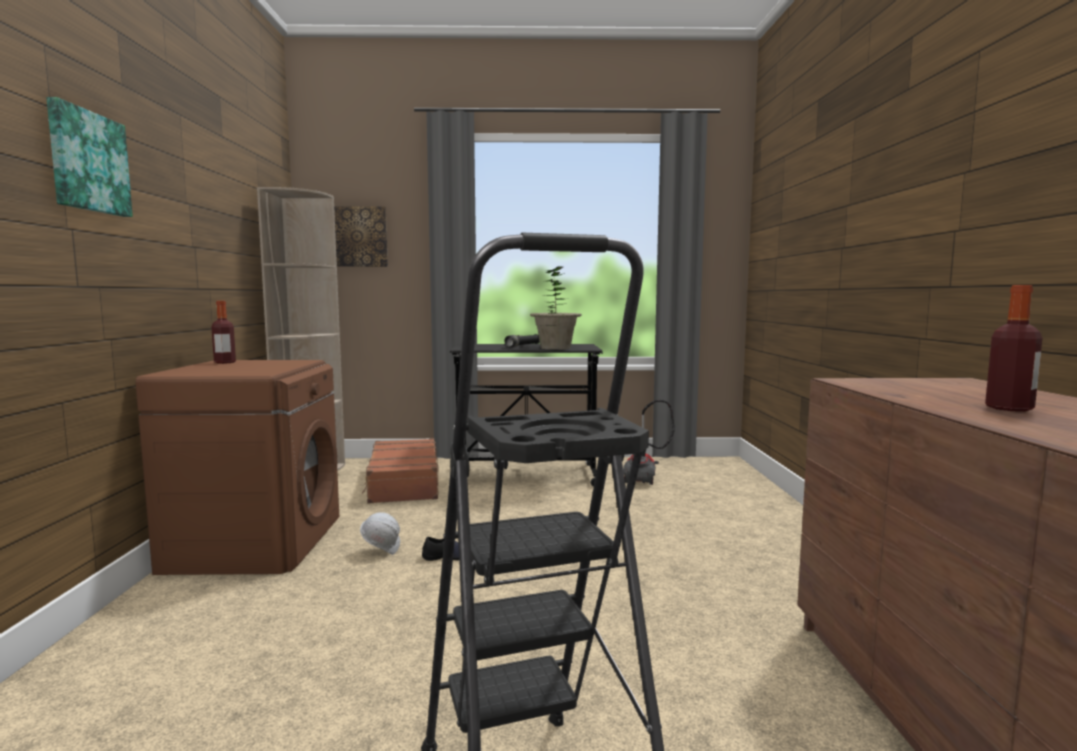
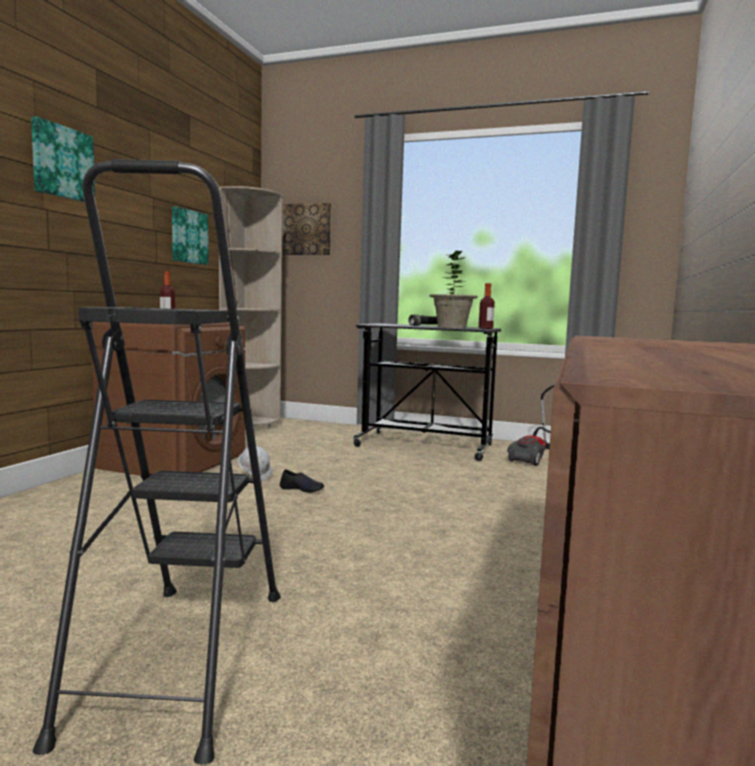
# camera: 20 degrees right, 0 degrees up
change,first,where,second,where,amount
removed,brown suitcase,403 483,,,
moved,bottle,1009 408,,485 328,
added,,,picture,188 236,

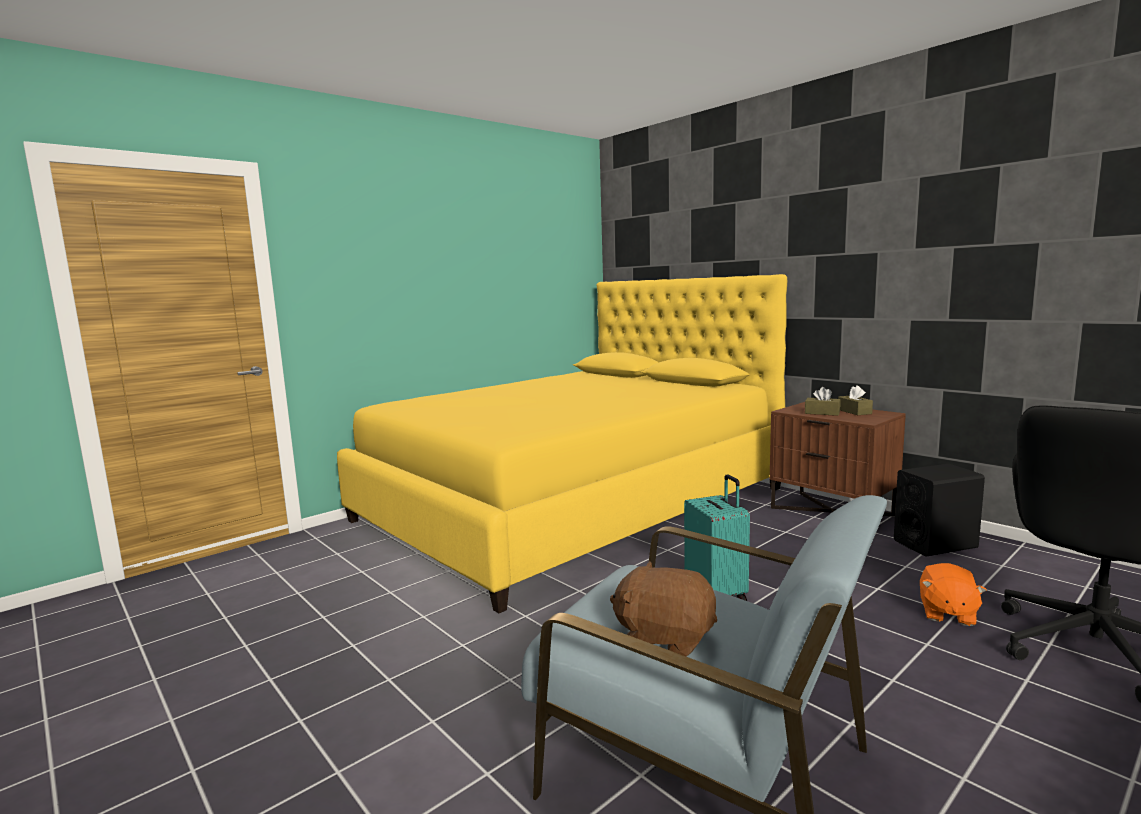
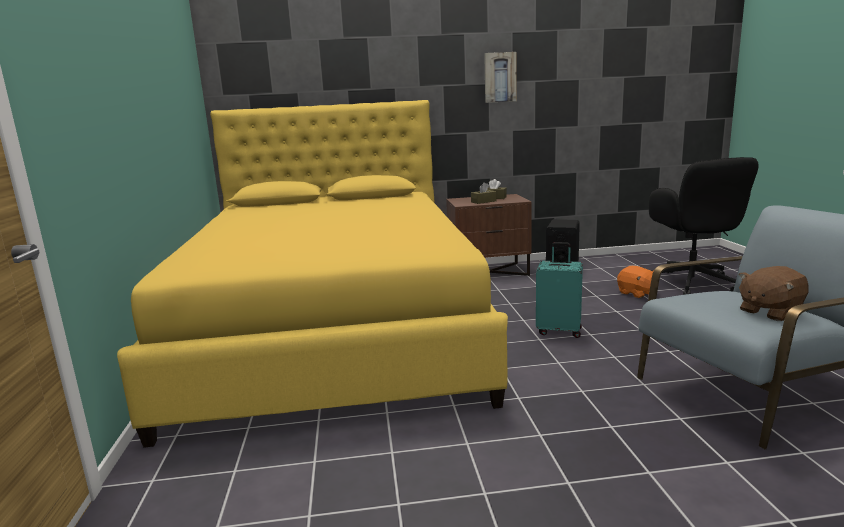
# camera: 55 degrees left, 5 degrees up
change,first,where,second,where,amount
added,,,picture,500 77,

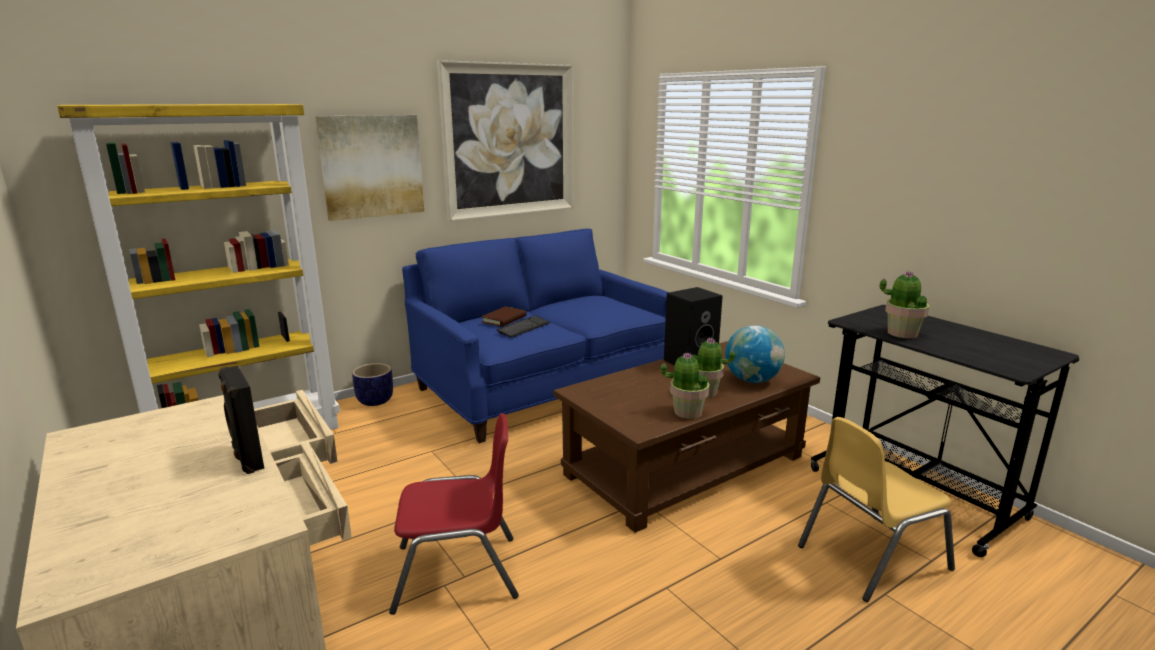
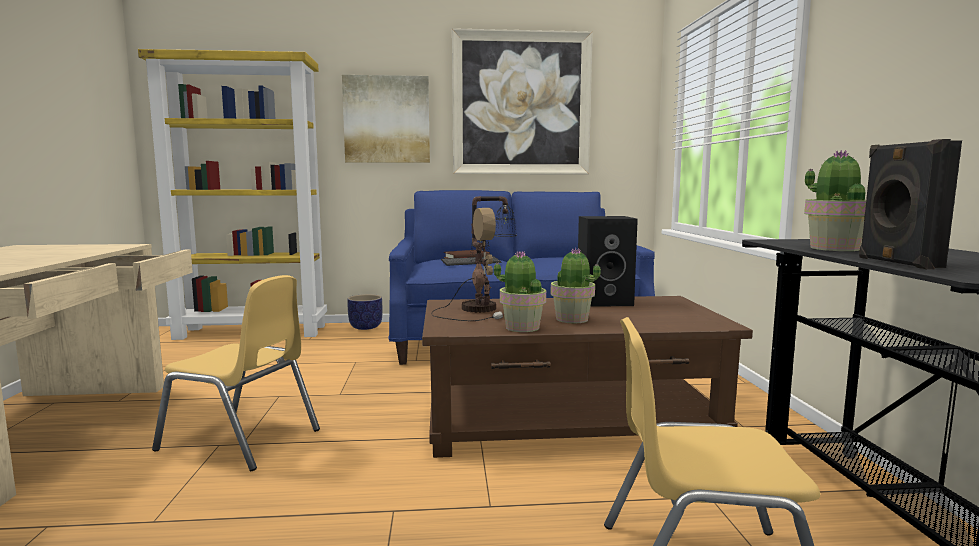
# camera: 30 degrees right, 10 degrees down
change,first,where,second,where,amount
moved,black speaker,246 458,,896 263,
recoloured,red chair,457 573,yellow chair,241 440,
removed,globe,752 380,,,
added,,,table lamp,480 308,

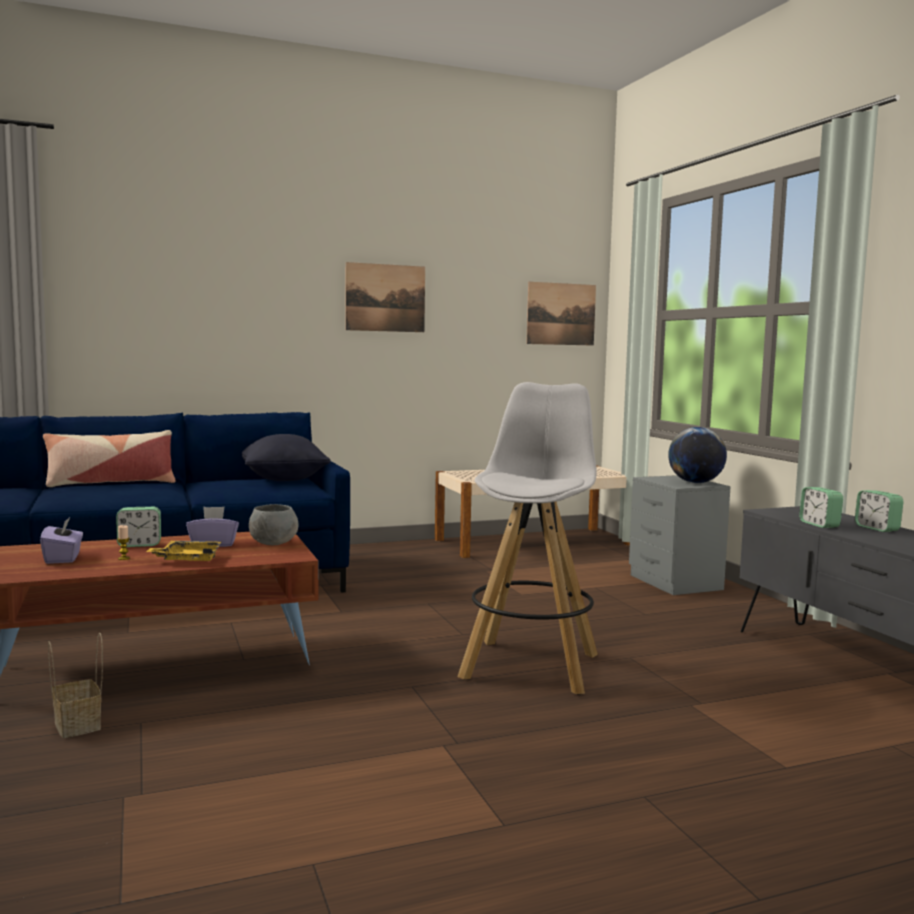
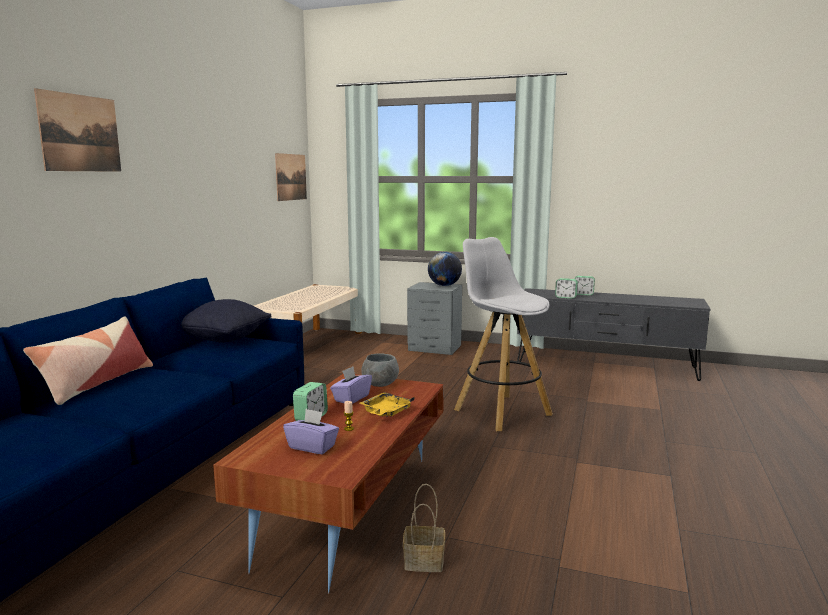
# camera: 50 degrees left, 5 degrees up
change,first,where,second,where,amount
moved,picture,385 298,,80 133,

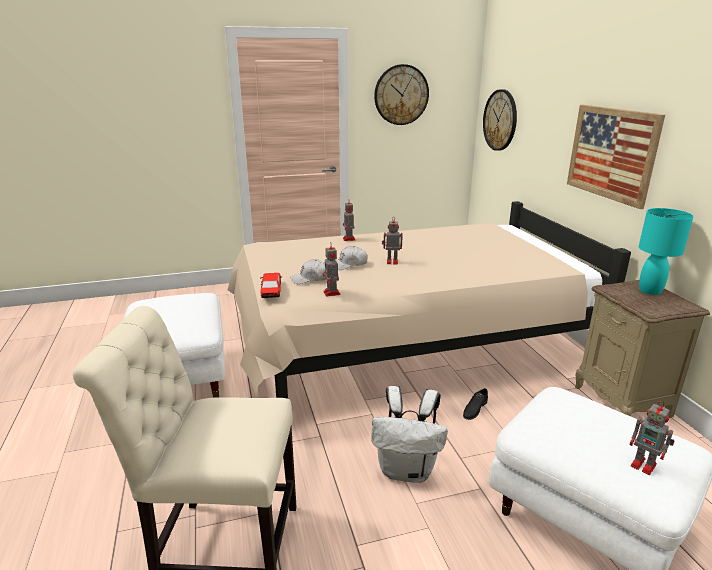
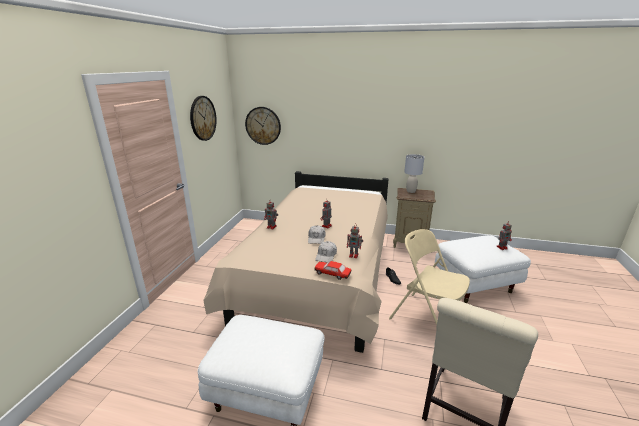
# camera: 60 degrees left, 0 degrees up
change,first,where,second,where,amount
replaced,white backpack,407 470,beige chair,427 318,
removed,picture,611 153,,,
recoloured,turquoise table lamp,650 291,grey table lamp,411 191,

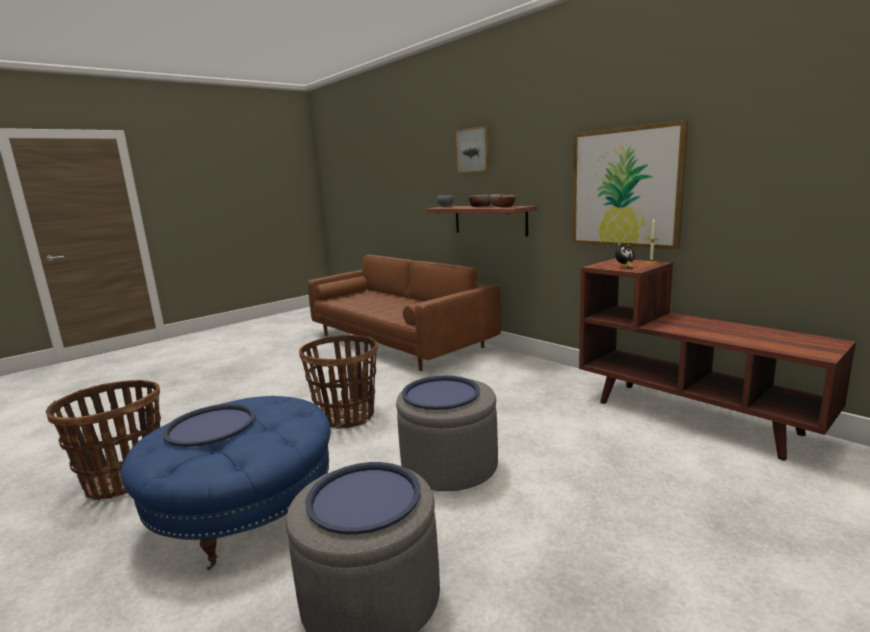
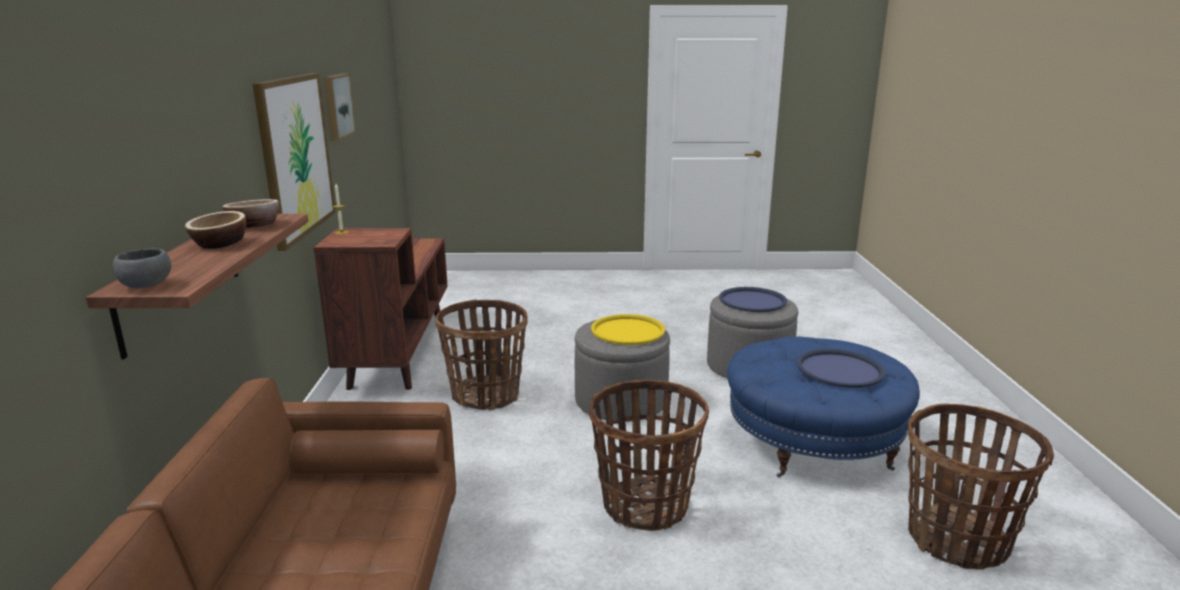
# camera: 140 degrees left, 5 degrees up
change,first,where,second,where,amount
recoloured,blue tray,441 393,yellow tray,628 331,
moved,picture,474 150,,336 106,
removed,alarm clock,624 267,,,
added,,,basket,486 395,

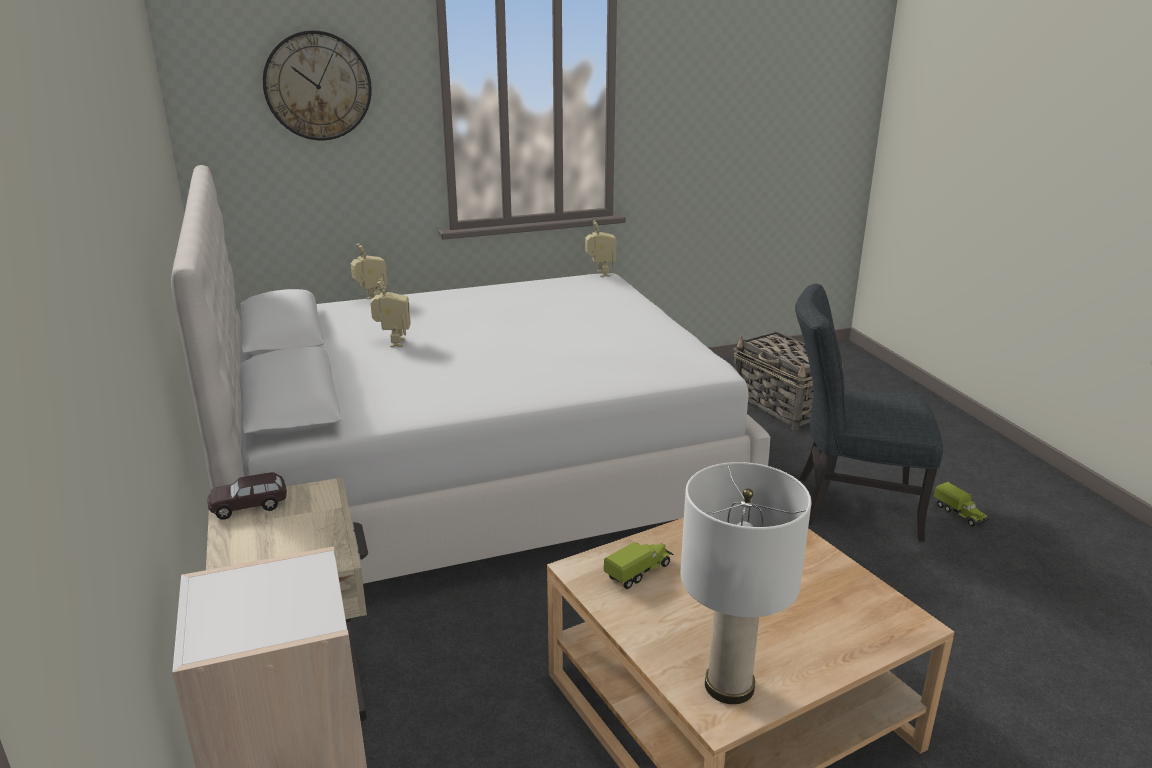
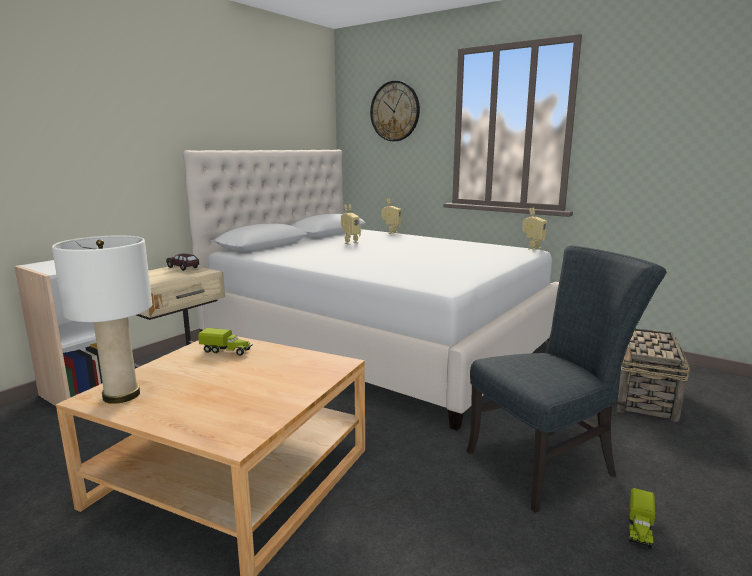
# camera: 55 degrees right, 10 degrees down
change,first,where,second,where,amount
turned,grey chair,848 505,,548 462,90 degrees clockwise

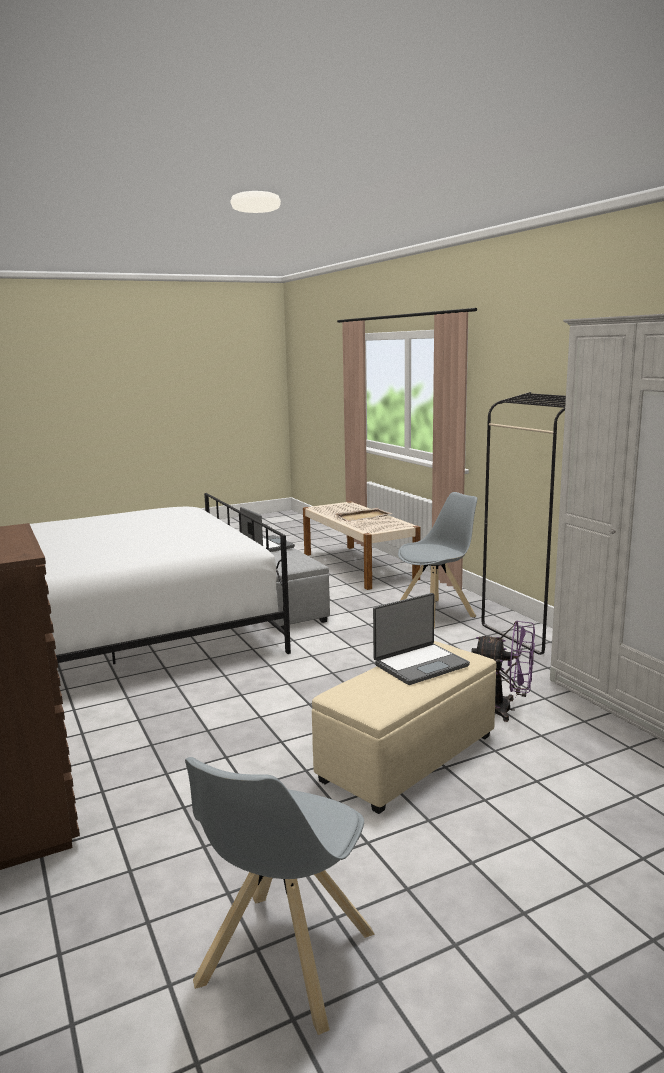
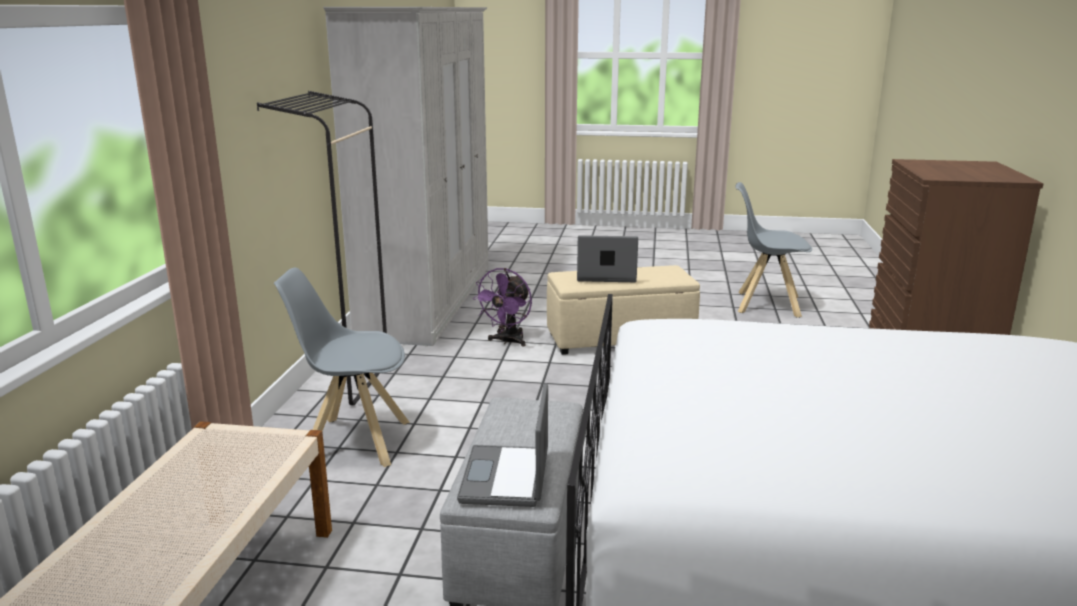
# camera: 145 degrees left, 5 degrees up
change,first,where,second,where,amount
turned,grey chair,283 961,,765 304,135 degrees counterclockwise
removed,beige tray,363 516,,,
turned,purple fan,504 709,,507 341,120 degrees counterclockwise

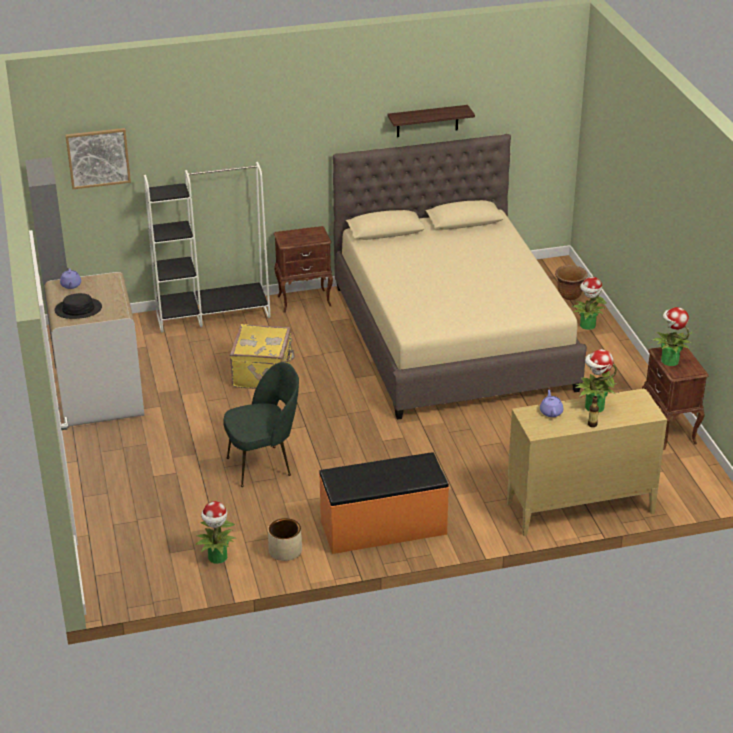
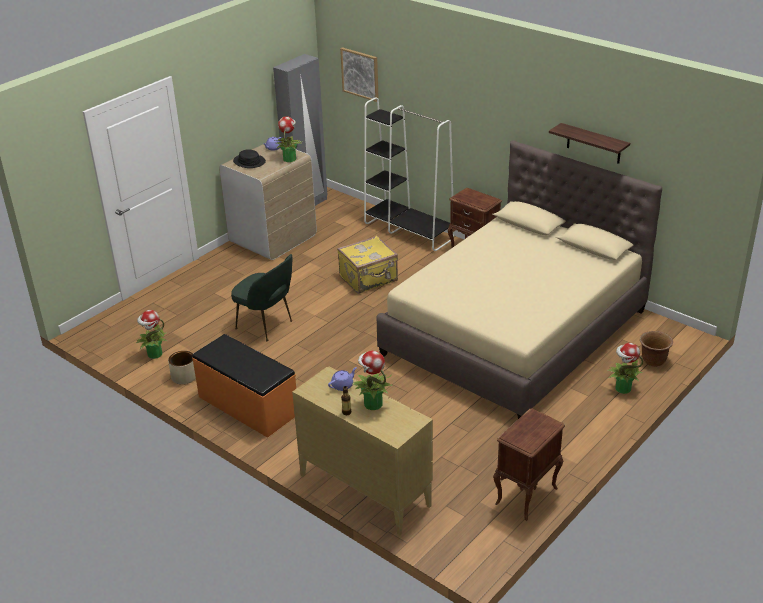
# camera: 55 degrees right, 0 degrees up
change,first,where,second,where,amount
moved,potted plant,669 360,,289 159,

